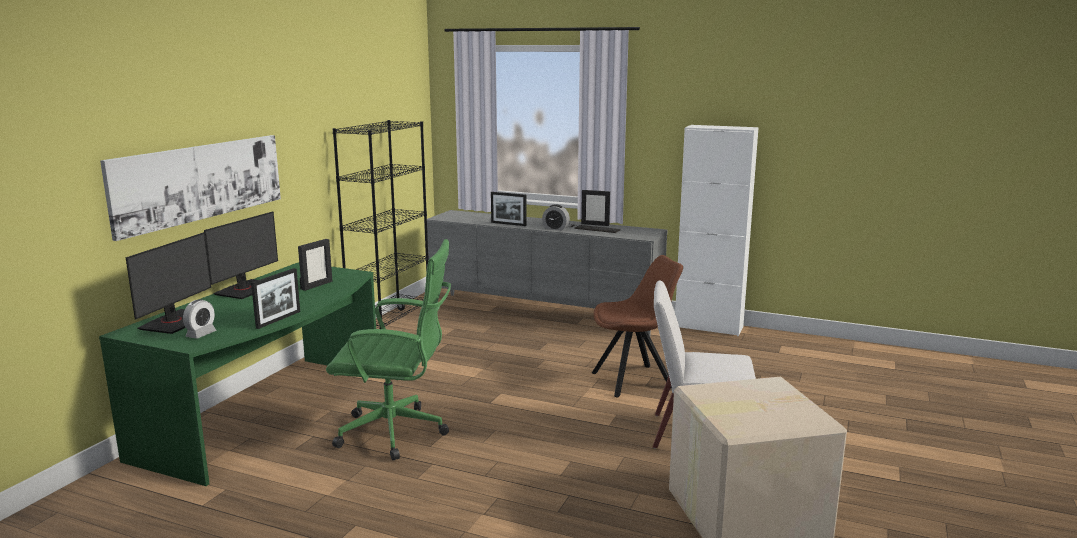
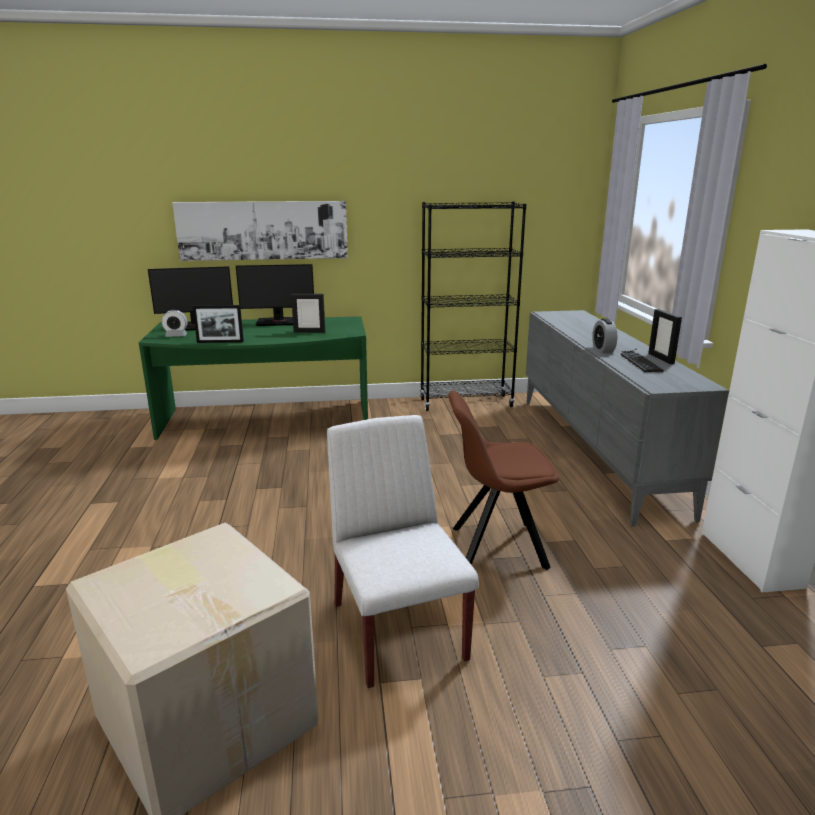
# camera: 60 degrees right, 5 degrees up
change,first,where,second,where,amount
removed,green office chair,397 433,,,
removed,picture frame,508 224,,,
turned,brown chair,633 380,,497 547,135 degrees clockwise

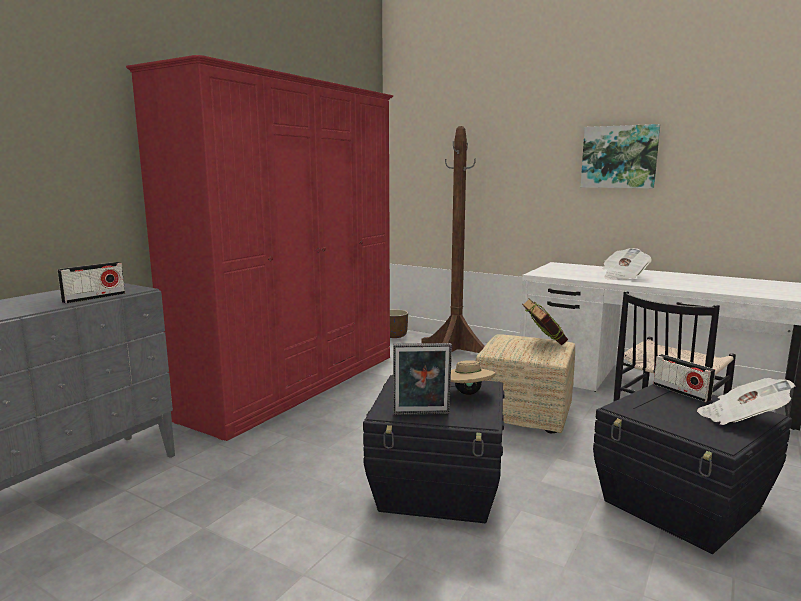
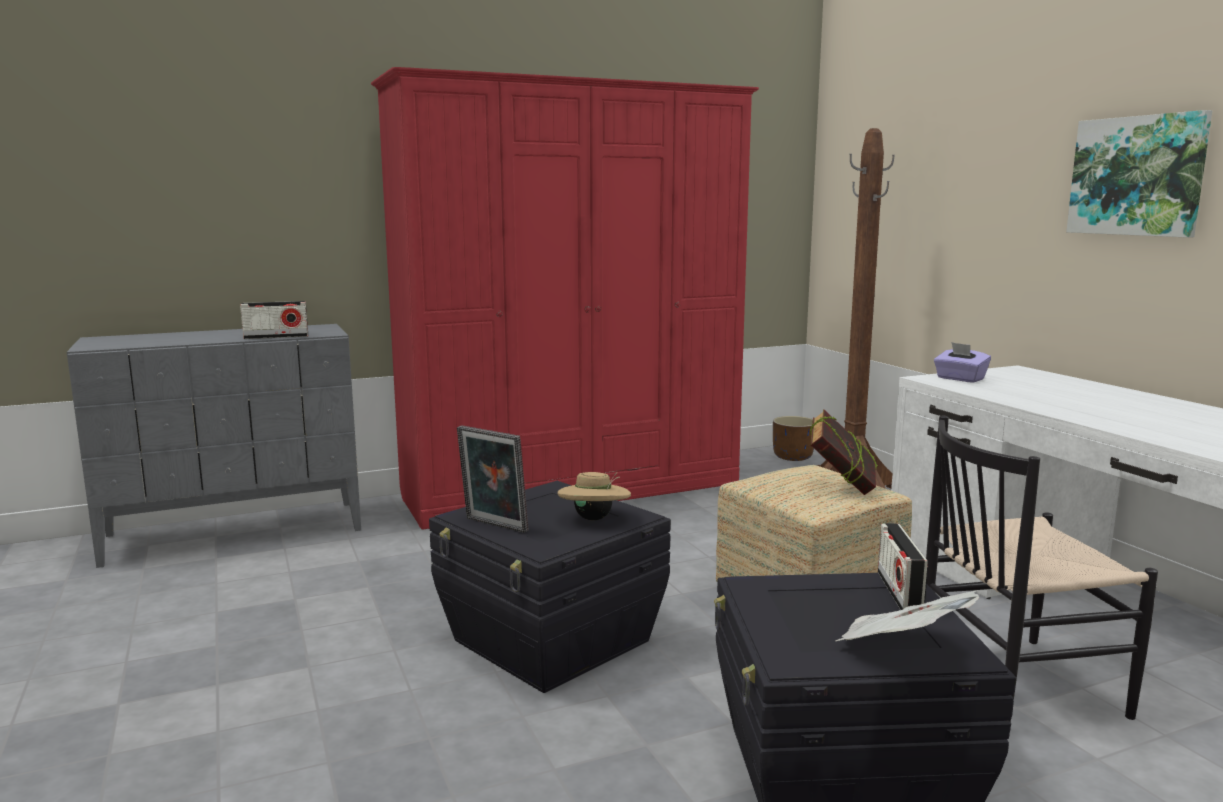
# camera: 35 degrees right, 0 degrees up
change,first,where,second,where,amount
removed,newspaper,623 277,,,
added,,,purple tissue box,960 379,

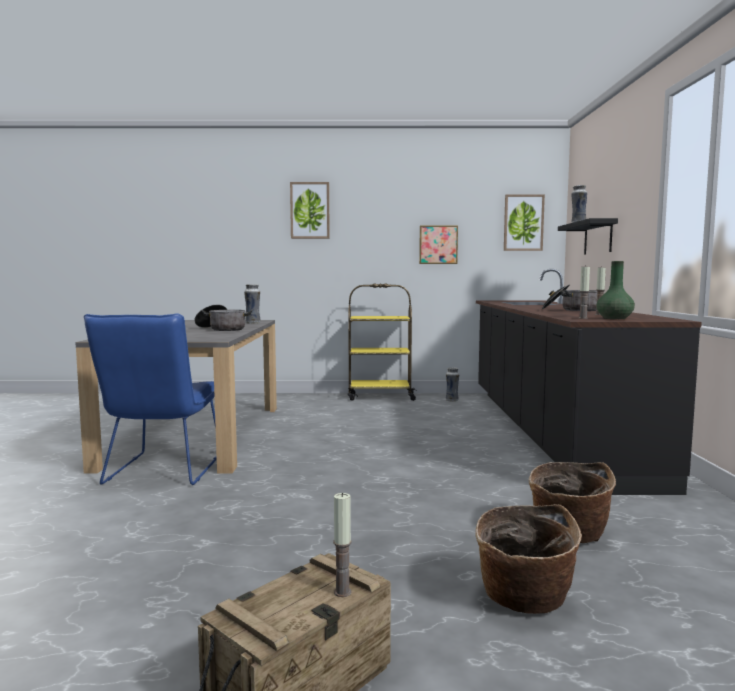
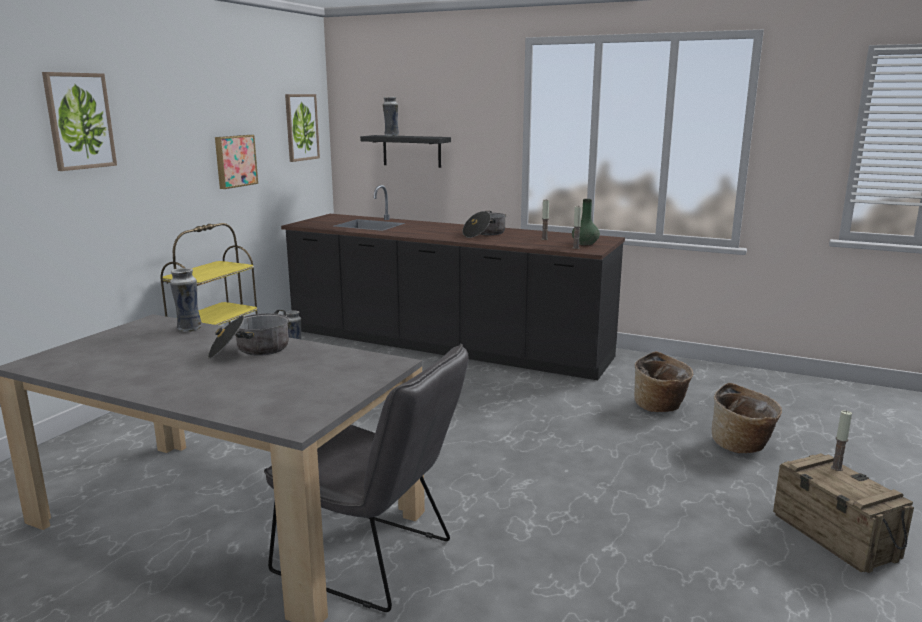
# camera: 65 degrees left, 10 degrees up
change,first,where,second,where,amount
recoloured,blue chair,161 471,grey chair,373 560,

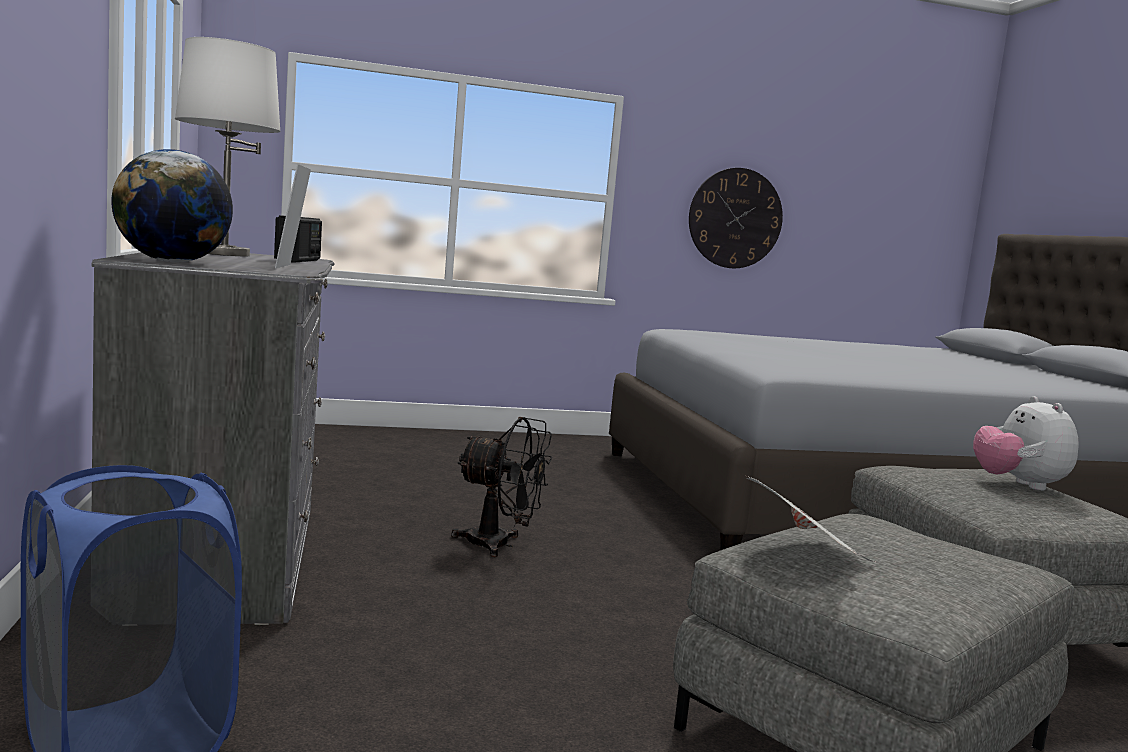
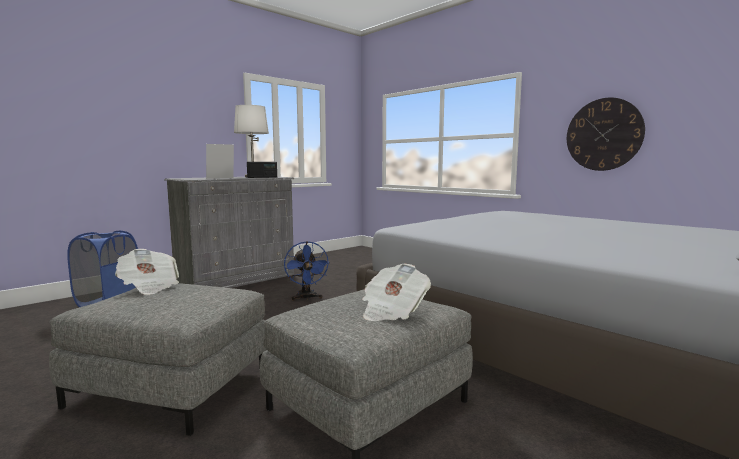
# camera: 60 degrees right, 0 degrees up
change,first,where,second,where,amount
removed,globe,172 262,,,
recoloured,black fan,499 545,blue fan,306 298,
replaced,plush toy,1018 485,newspaper,392 311,

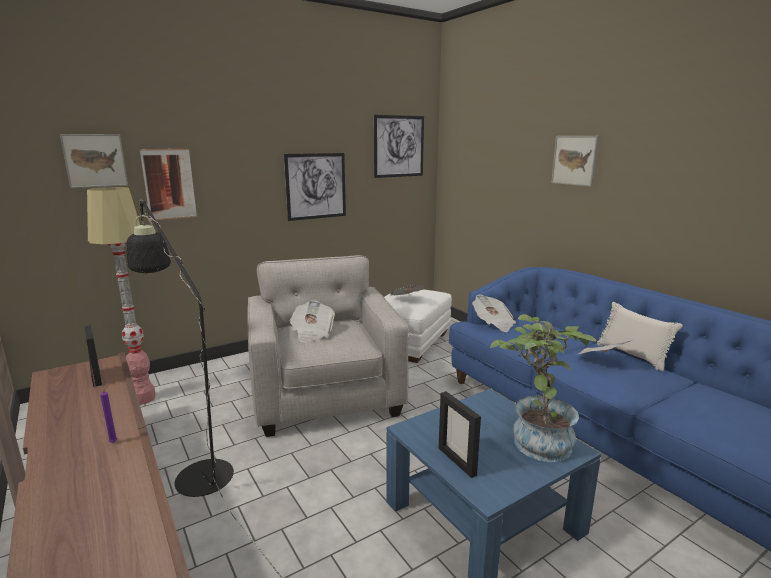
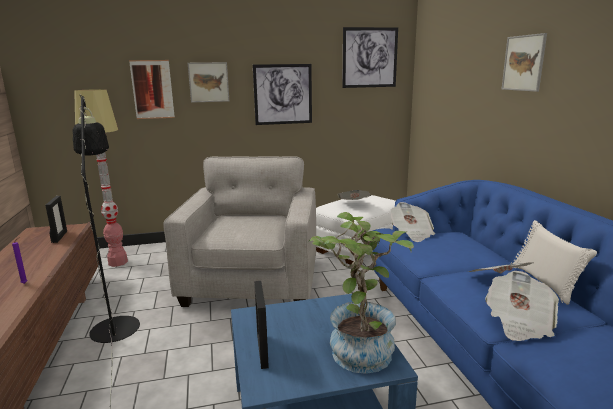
# camera: 20 degrees right, 0 degrees up
change,first,where,second,where,amount
moved,picture,95 160,,208 82,
moved,newspaper,312 333,,519 322,

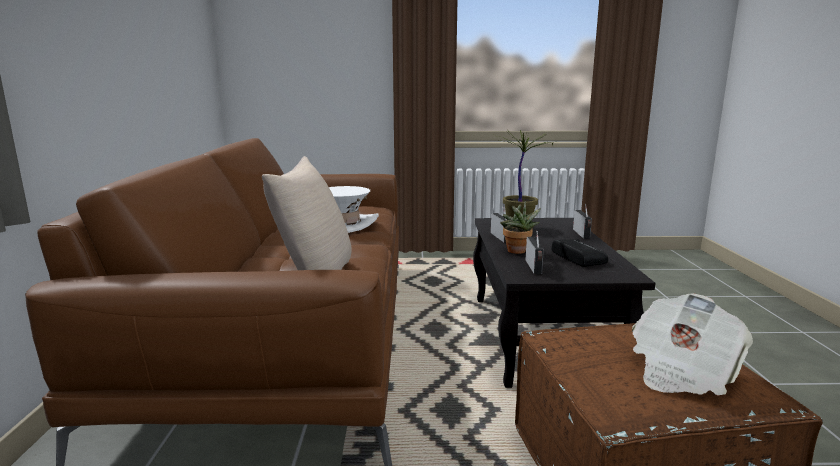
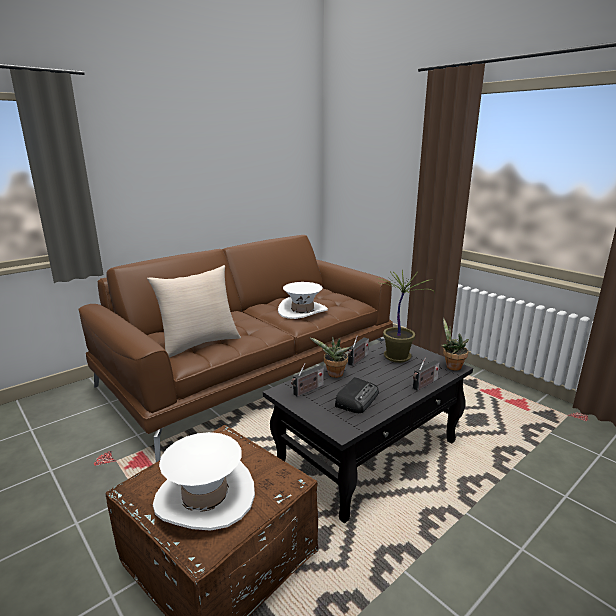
# camera: 50 degrees right, 5 degrees up
change,first,where,second,where,amount
replaced,newspaper,681 370,white hat,205 496,
added,,,potted plant,451 366,

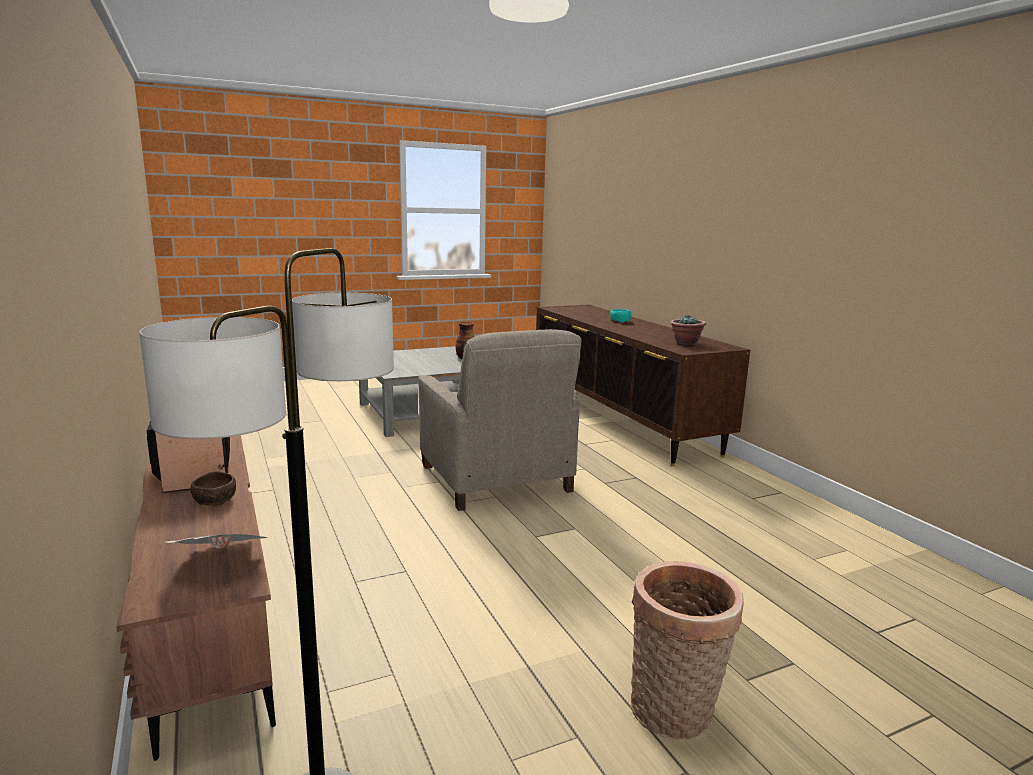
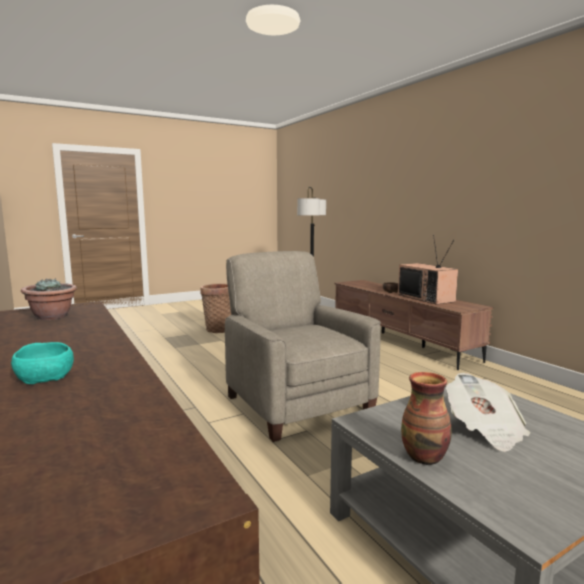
# camera: 175 degrees right, 5 degrees down
change,first,where,second,where,amount
moved,newspaper,223 562,,485 430,

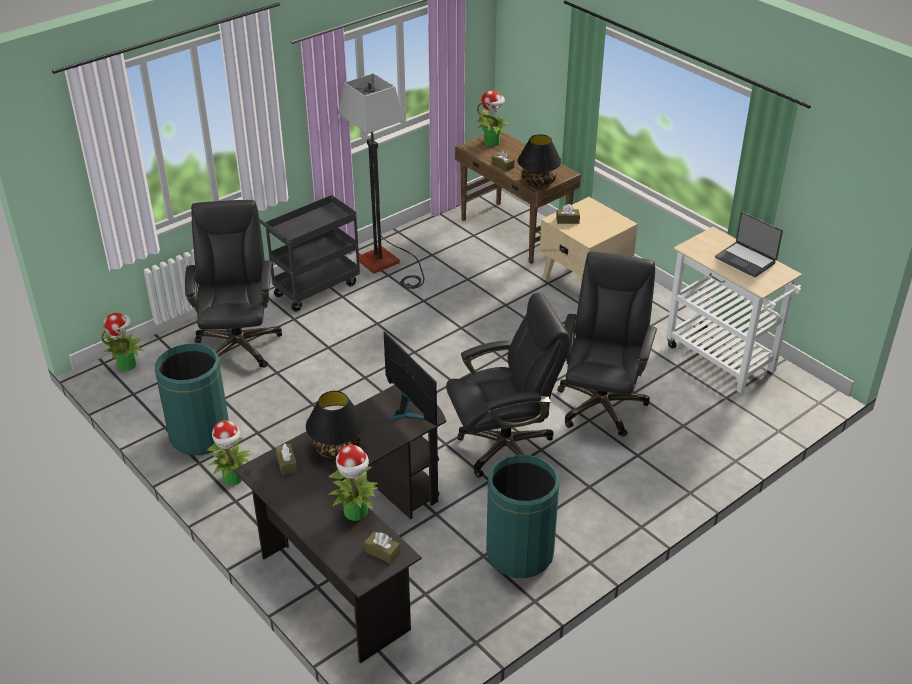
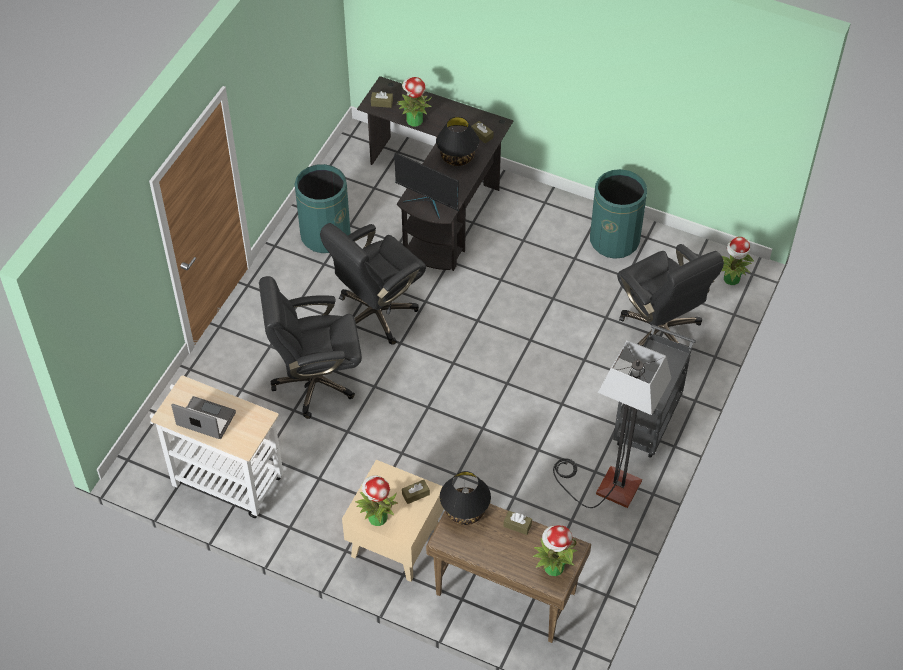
# camera: 155 degrees right, 15 degrees up
change,first,where,second,where,amount
moved,potted plant,233 478,,377 517,
turned,black office chair,601 408,,316 382,90 degrees clockwise

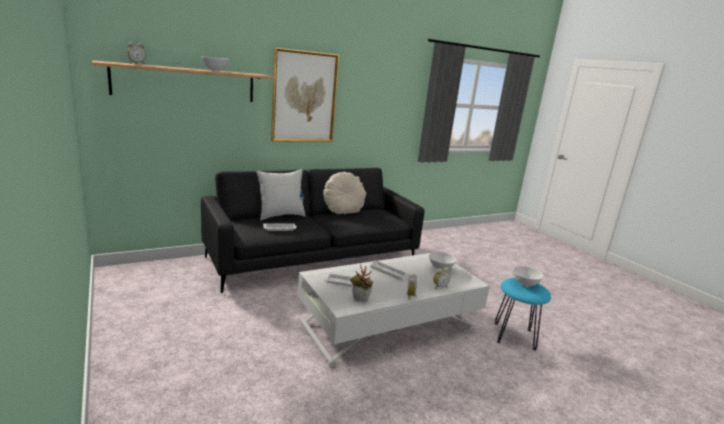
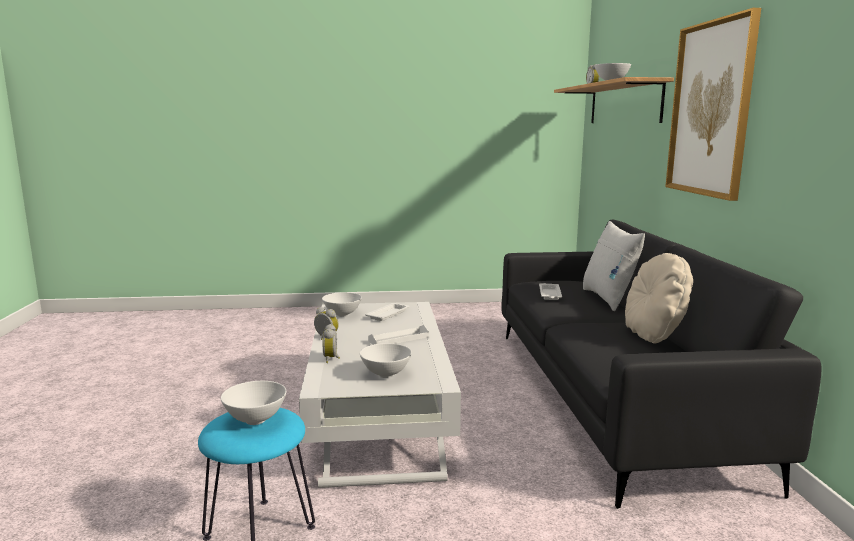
# camera: 115 degrees right, 5 degrees down
change,first,where,second,where,amount
replaced,potted plant,359 300,white bowl,342 315,

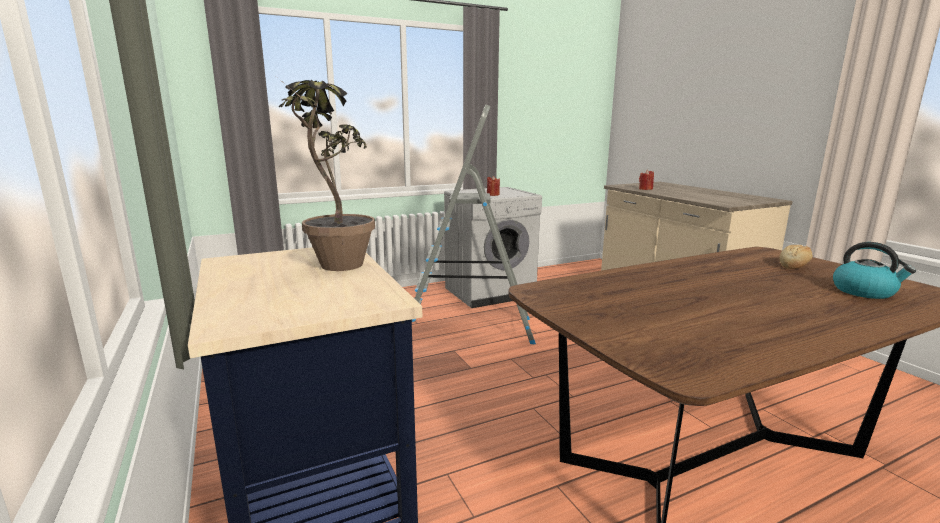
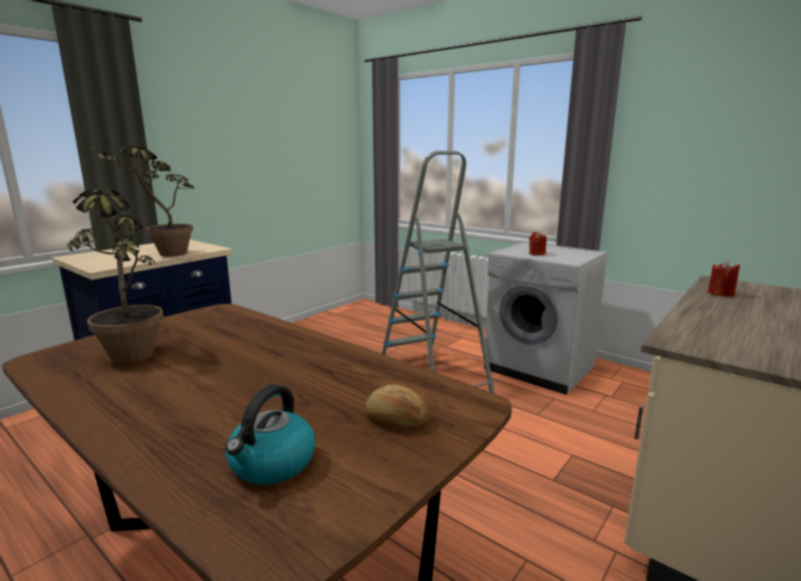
# camera: 65 degrees right, 0 degrees up
change,first,where,second,where,amount
added,,,potted plant,130 350,

